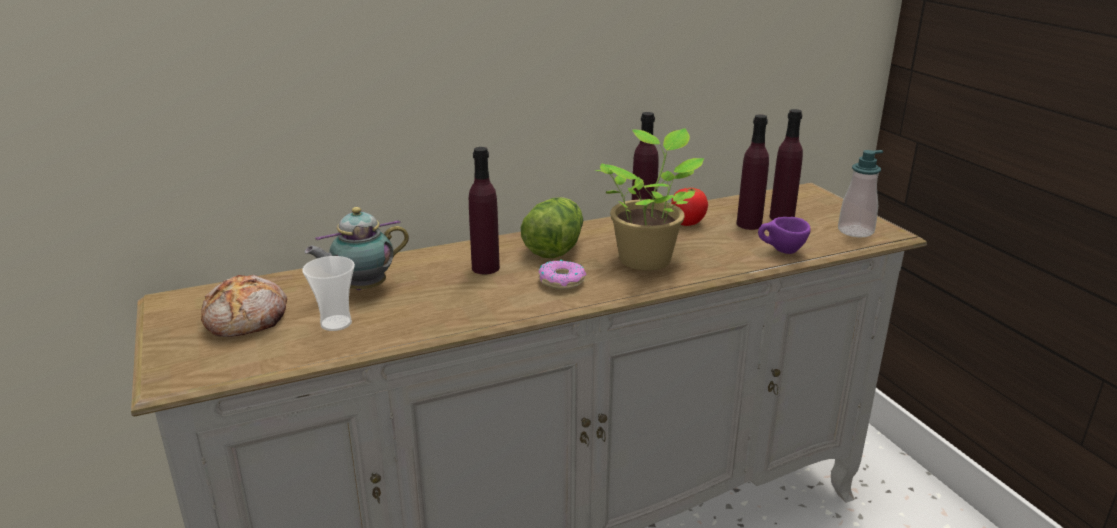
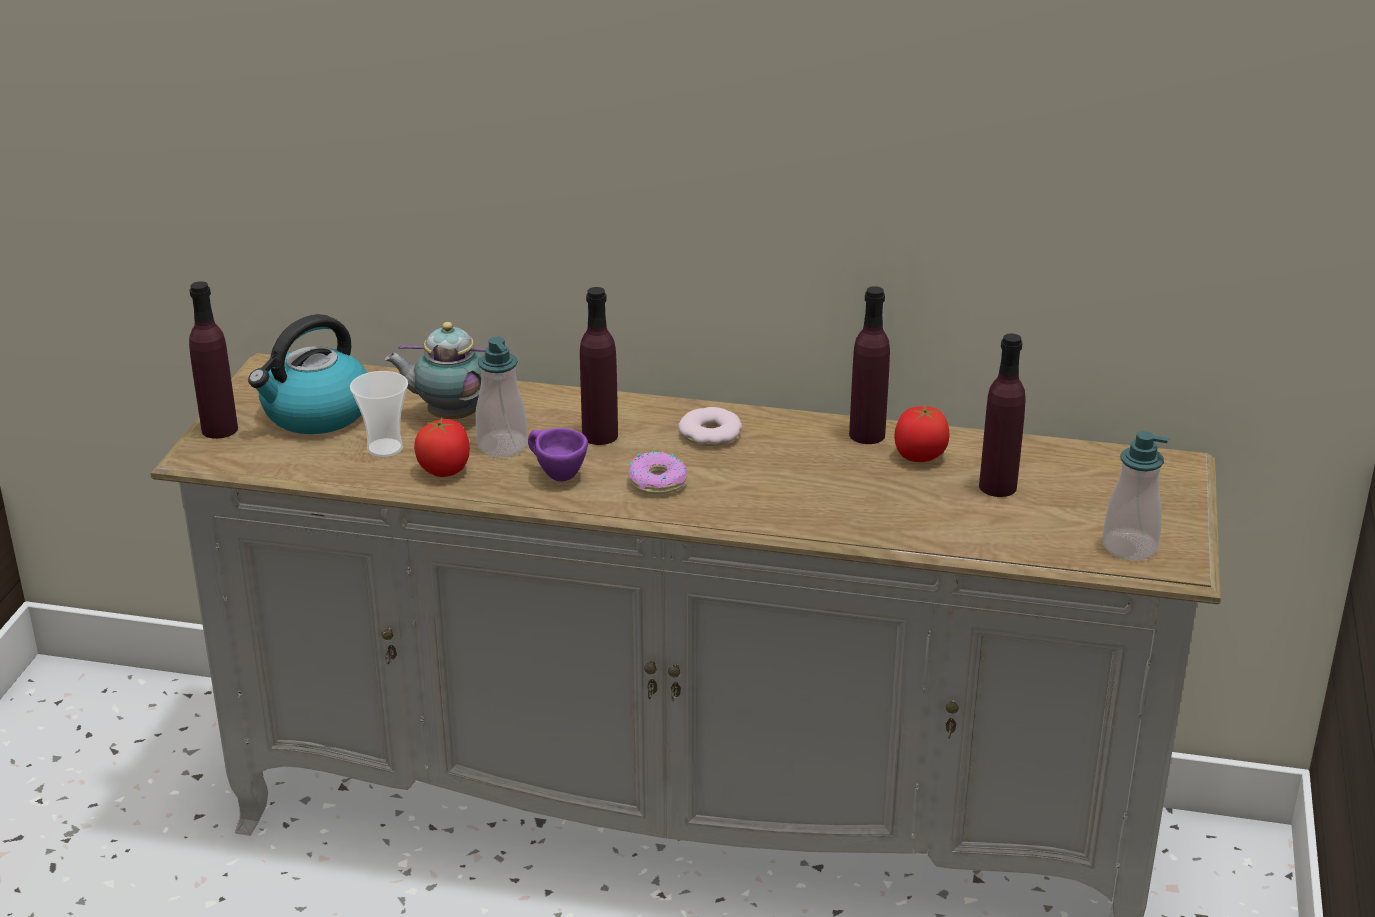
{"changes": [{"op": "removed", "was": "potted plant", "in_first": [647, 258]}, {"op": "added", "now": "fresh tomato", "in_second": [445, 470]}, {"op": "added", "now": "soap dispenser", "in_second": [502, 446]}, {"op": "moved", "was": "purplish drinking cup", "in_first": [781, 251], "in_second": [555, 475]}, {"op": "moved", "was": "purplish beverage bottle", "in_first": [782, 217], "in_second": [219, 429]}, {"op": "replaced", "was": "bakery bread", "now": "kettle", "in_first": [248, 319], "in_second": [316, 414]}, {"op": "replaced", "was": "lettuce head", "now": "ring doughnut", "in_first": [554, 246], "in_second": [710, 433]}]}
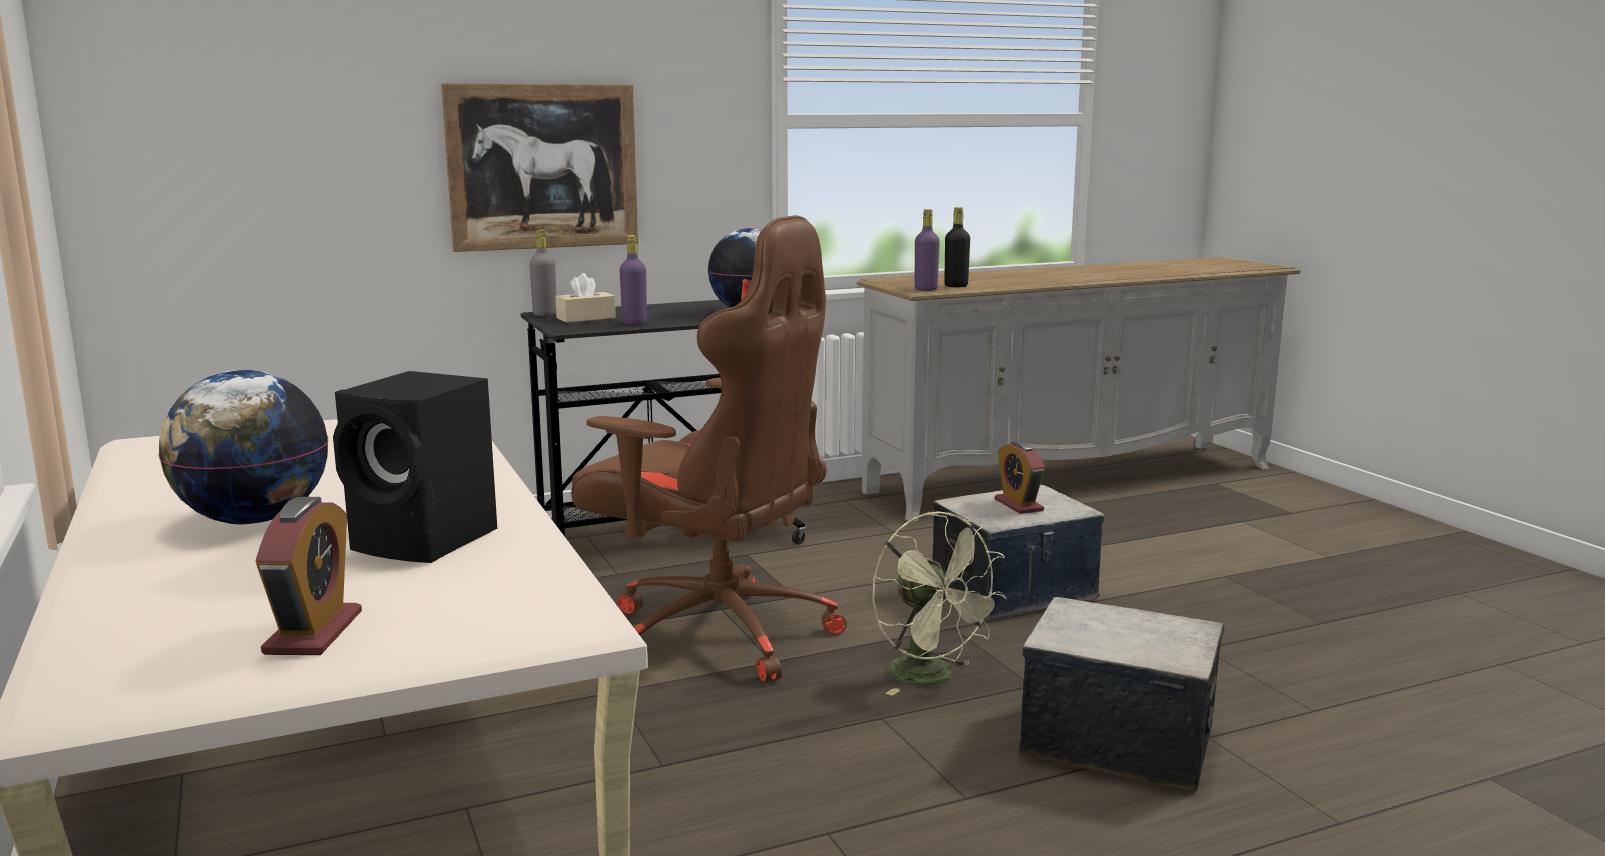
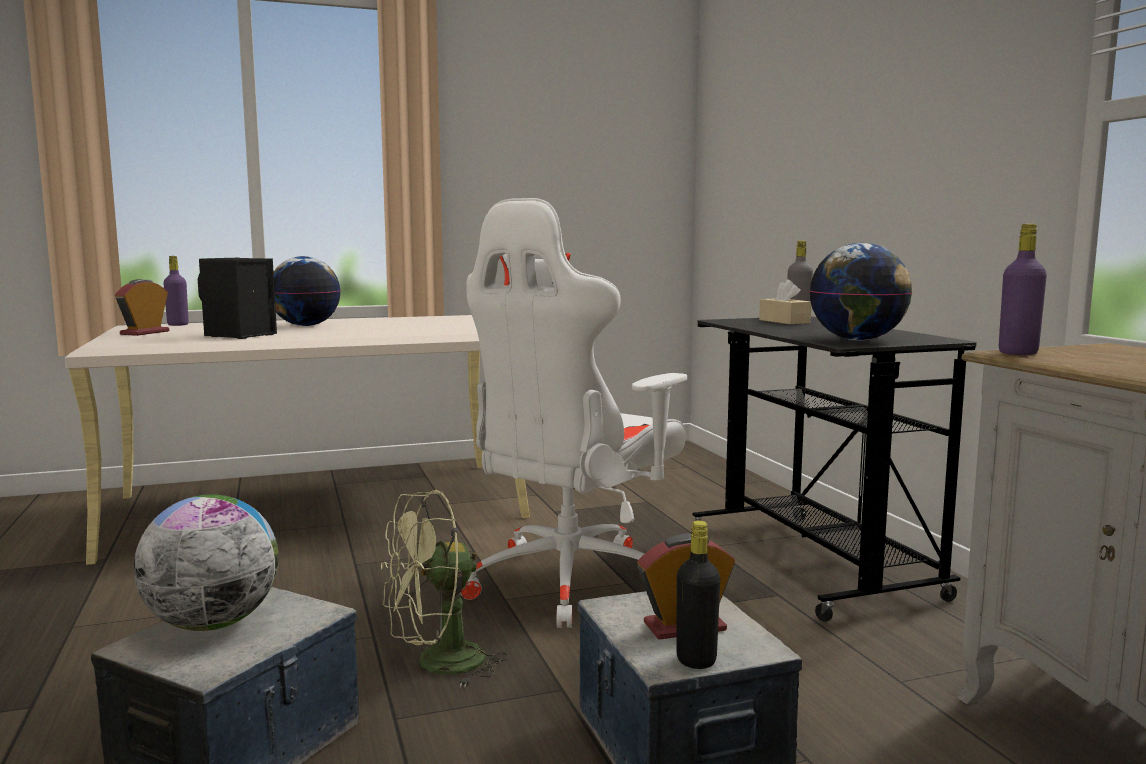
{"changes": [{"op": "removed", "was": "wall art", "in_first": [543, 166]}, {"op": "added", "now": "globe", "in_second": [212, 624]}, {"op": "moved", "was": "purplish beverage bottle", "in_first": [634, 323], "in_second": [178, 325]}, {"op": "moved", "was": "black-coloured beverage bottle", "in_first": [956, 286], "in_second": [696, 660]}, {"op": "recoloured", "was": "brown-coloured office chair", "now": "white office chair", "in_first": [706, 630], "in_second": [578, 577]}, {"op": "turned", "was": "alarm clock", "in_first": [313, 633], "in_second": [145, 333], "clockwise": 105}]}
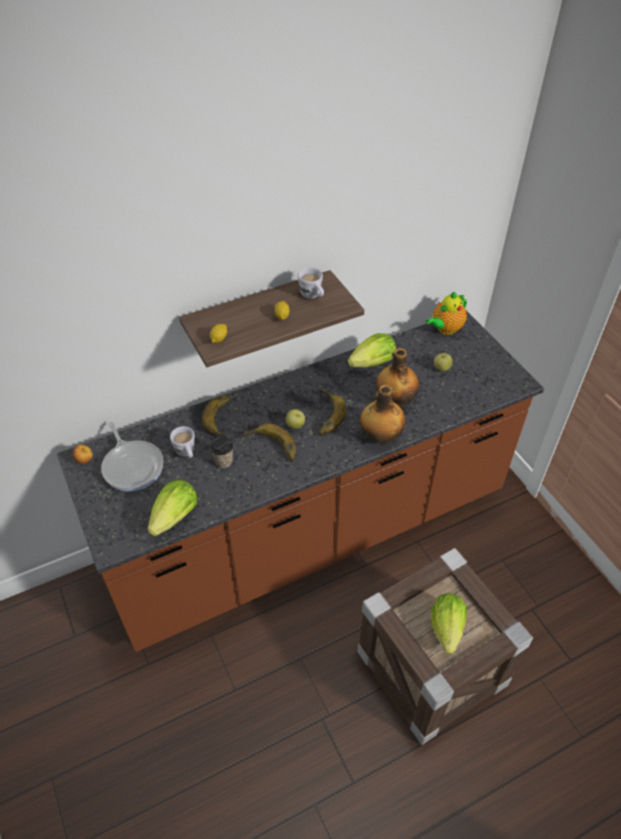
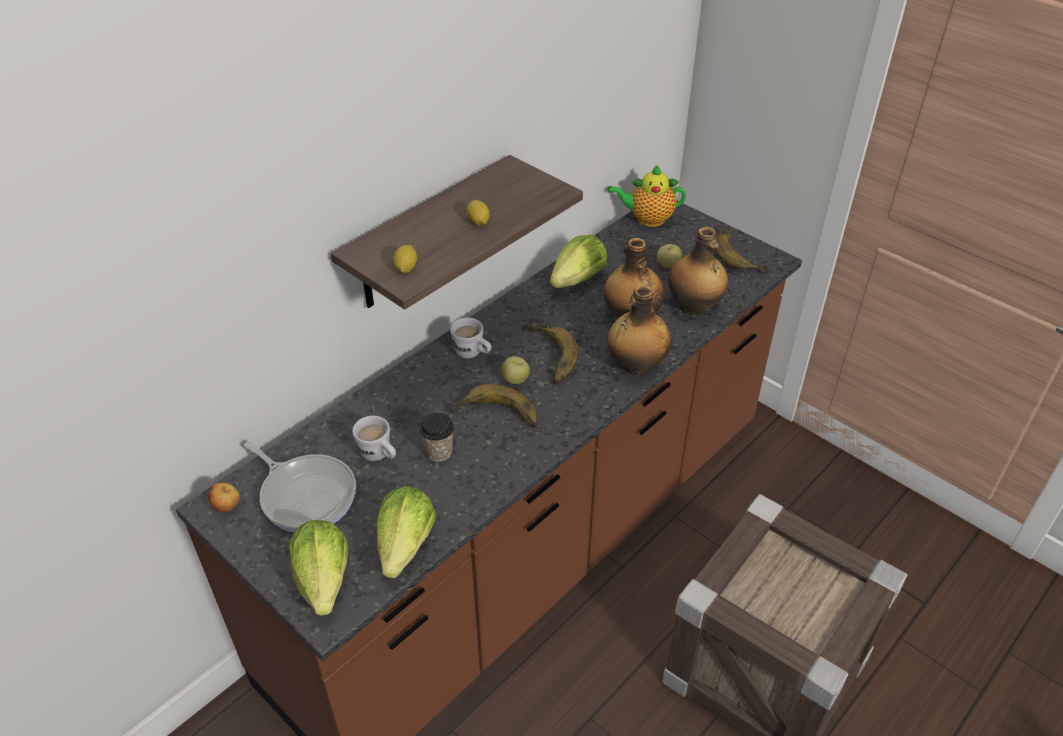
{"changes": [{"op": "added", "now": "beverage bottle", "in_second": [693, 307]}, {"op": "moved", "was": "banana fruit", "in_first": [224, 419], "in_second": [740, 254]}, {"op": "moved", "was": "white mug", "in_first": [312, 296], "in_second": [473, 354]}, {"op": "moved", "was": "lettuce head", "in_first": [447, 628], "in_second": [324, 580]}, {"op": "turned", "was": "tea pot", "in_first": [445, 329], "in_second": [647, 219], "clockwise": 60}]}
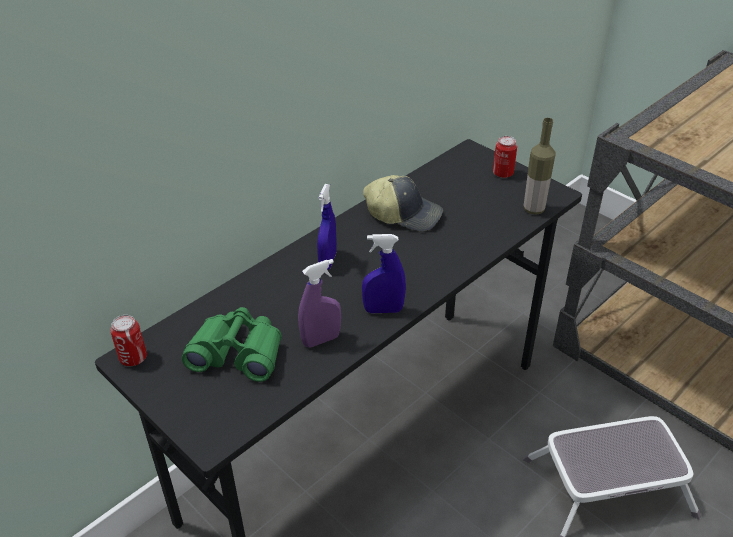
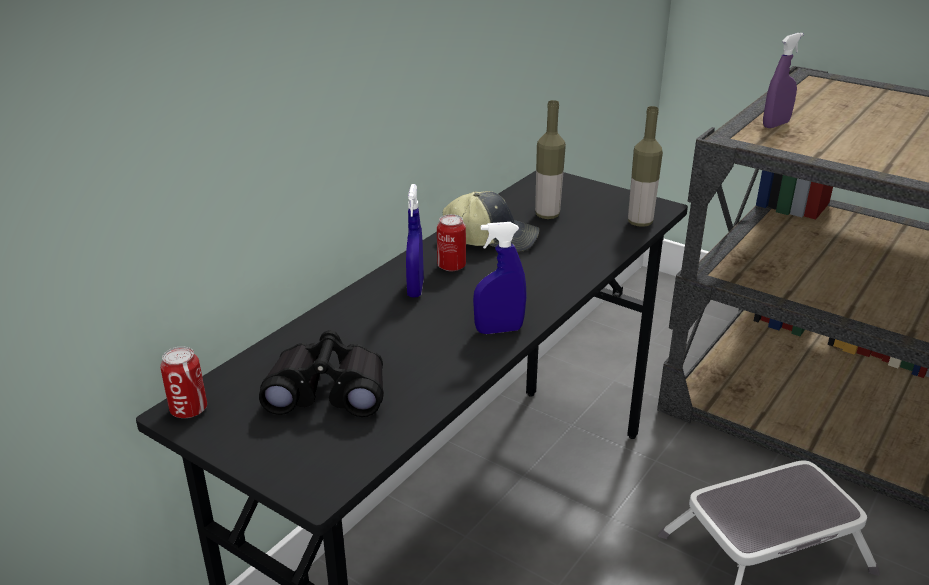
{"changes": [{"op": "added", "now": "beverage bottle", "in_second": [547, 215]}, {"op": "moved", "was": "purplish sprayer", "in_first": [321, 340], "in_second": [775, 124]}, {"op": "moved", "was": "sealed can", "in_first": [503, 173], "in_second": [451, 266]}, {"op": "recoloured", "was": "green-coloured pair of binoculars", "now": "black-coloured pair of binoculars", "in_first": [238, 353], "in_second": [328, 391]}]}
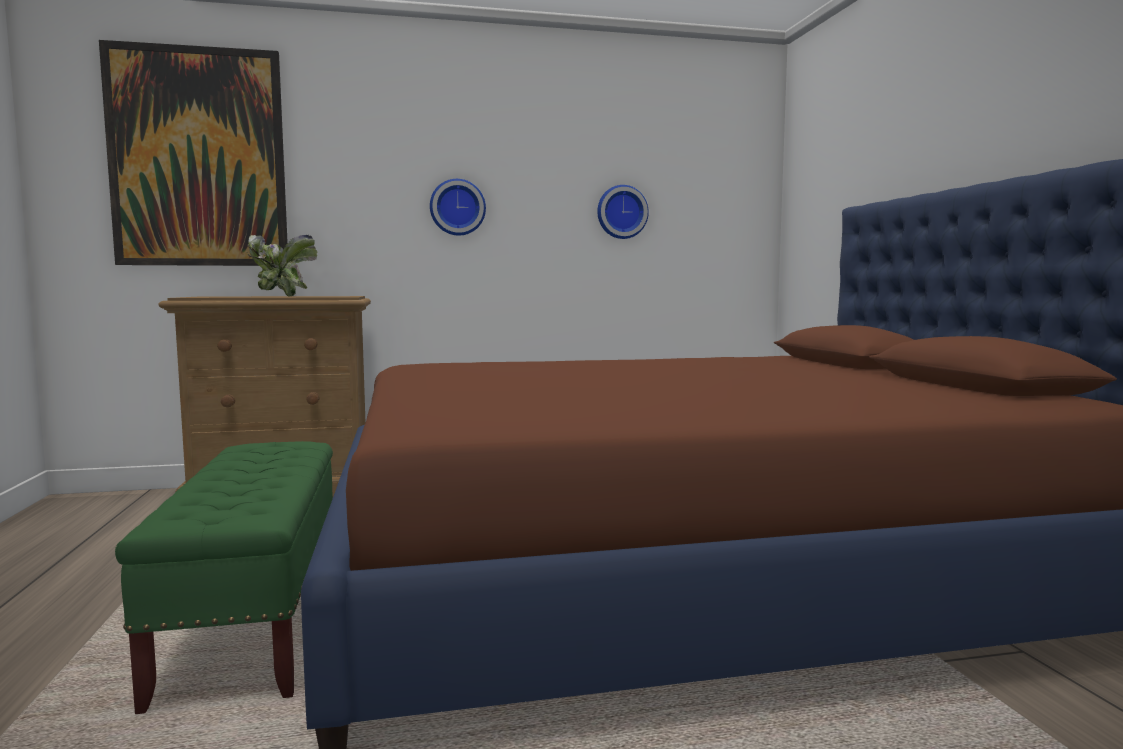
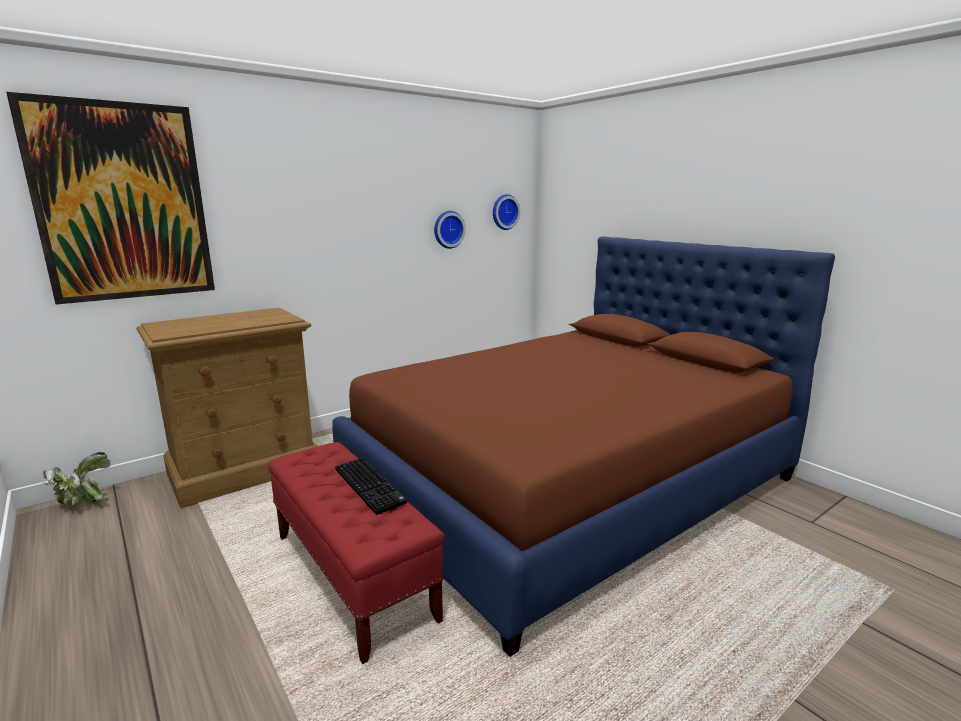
{"changes": [{"op": "added", "now": "PC keyboard", "in_second": [371, 486]}, {"op": "moved", "was": "potted plant", "in_first": [280, 296], "in_second": [81, 505]}, {"op": "moved", "was": "wall clock", "in_first": [457, 207], "in_second": [504, 212]}, {"op": "recoloured", "was": "green-coloured indoor bench", "now": "red indoor bench", "in_first": [256, 619], "in_second": [353, 576]}]}
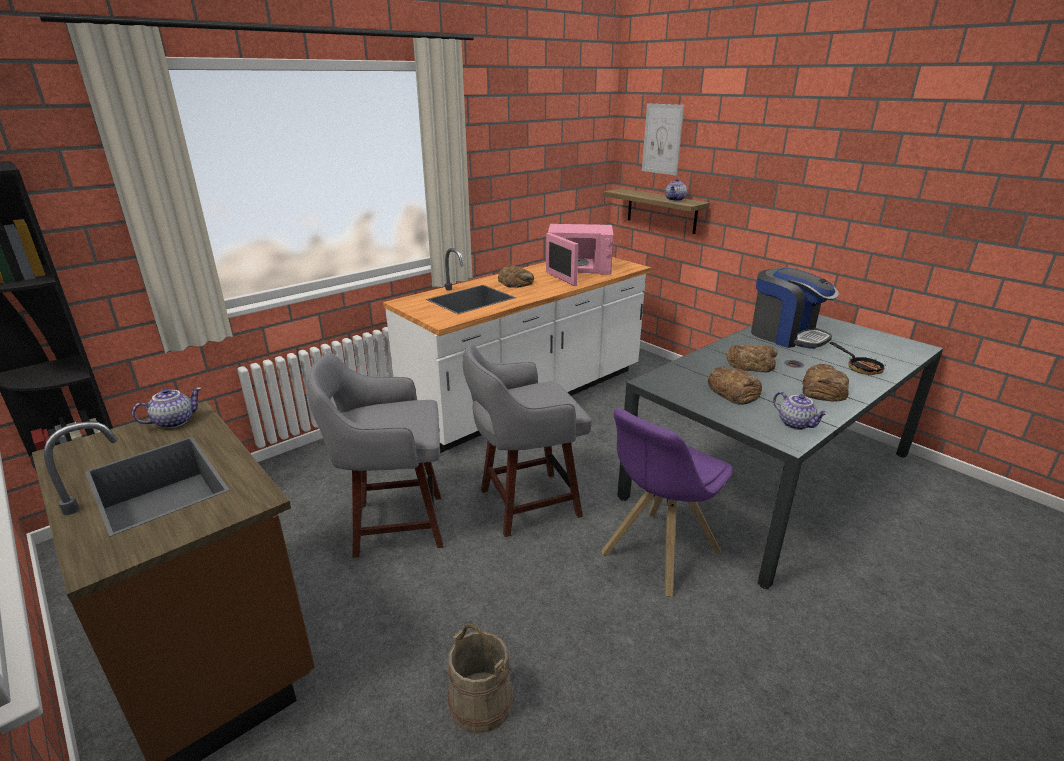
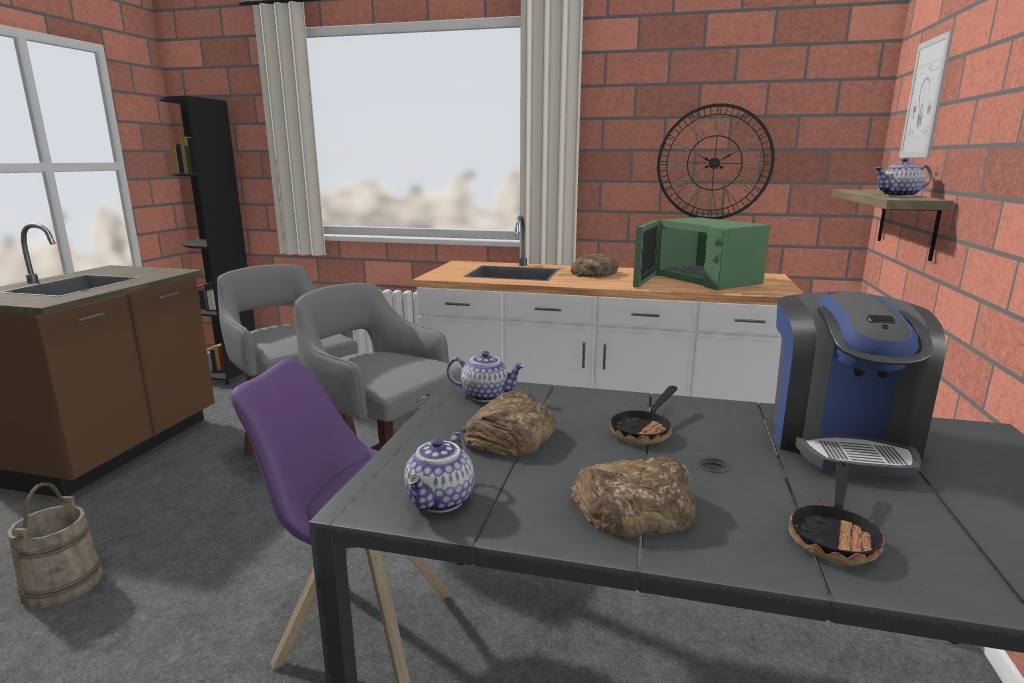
{"changes": [{"op": "added", "now": "wall clock", "in_second": [714, 163]}, {"op": "moved", "was": "tea pot", "in_first": [174, 421], "in_second": [486, 395]}, {"op": "replaced", "was": "bakery bread", "now": "frying pan", "in_first": [751, 363], "in_second": [644, 431]}, {"op": "recoloured", "was": "pinkish microwave oven", "now": "green-coloured microwave oven", "in_first": [577, 269], "in_second": [699, 280]}]}
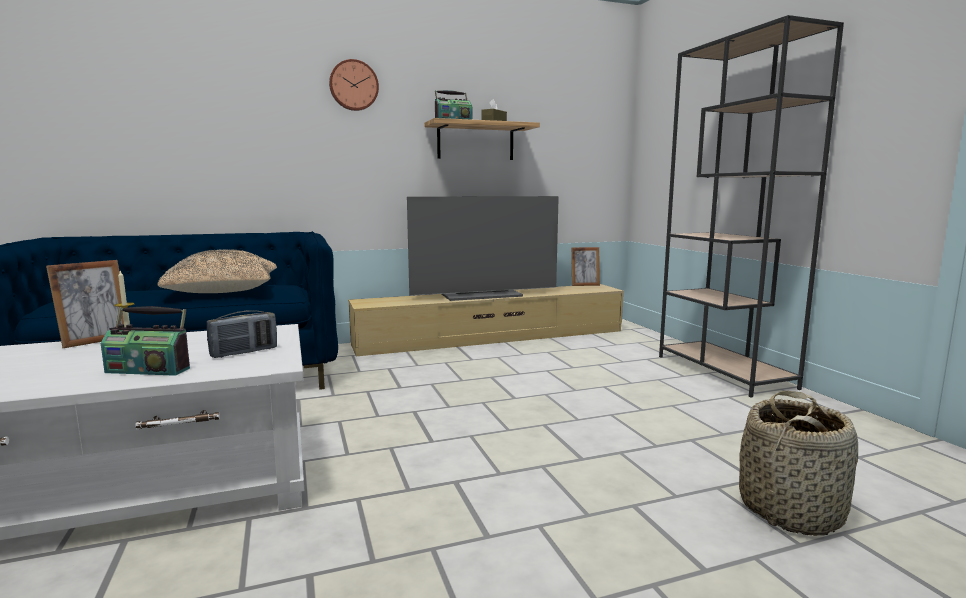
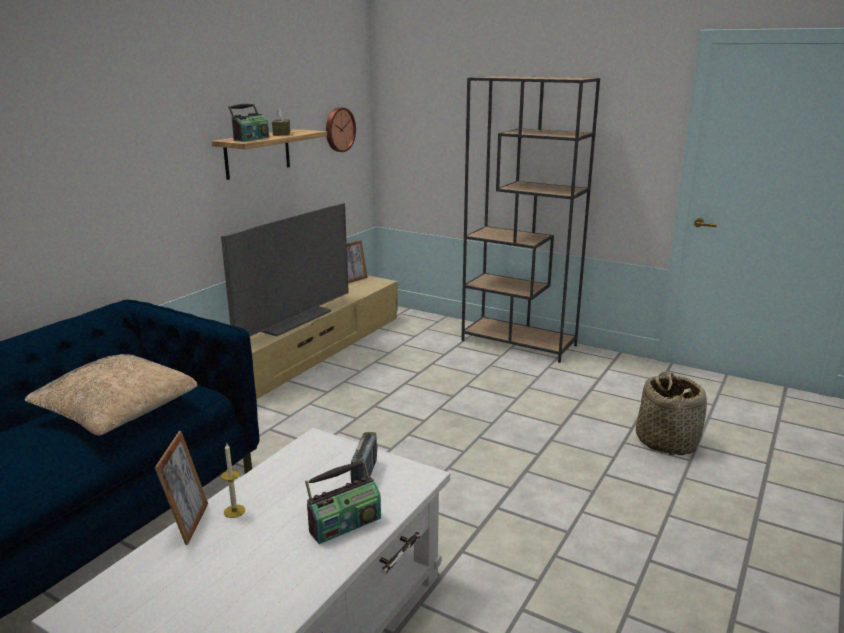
{"changes": [{"op": "moved", "was": "wall clock", "in_first": [353, 85], "in_second": [339, 129]}]}
